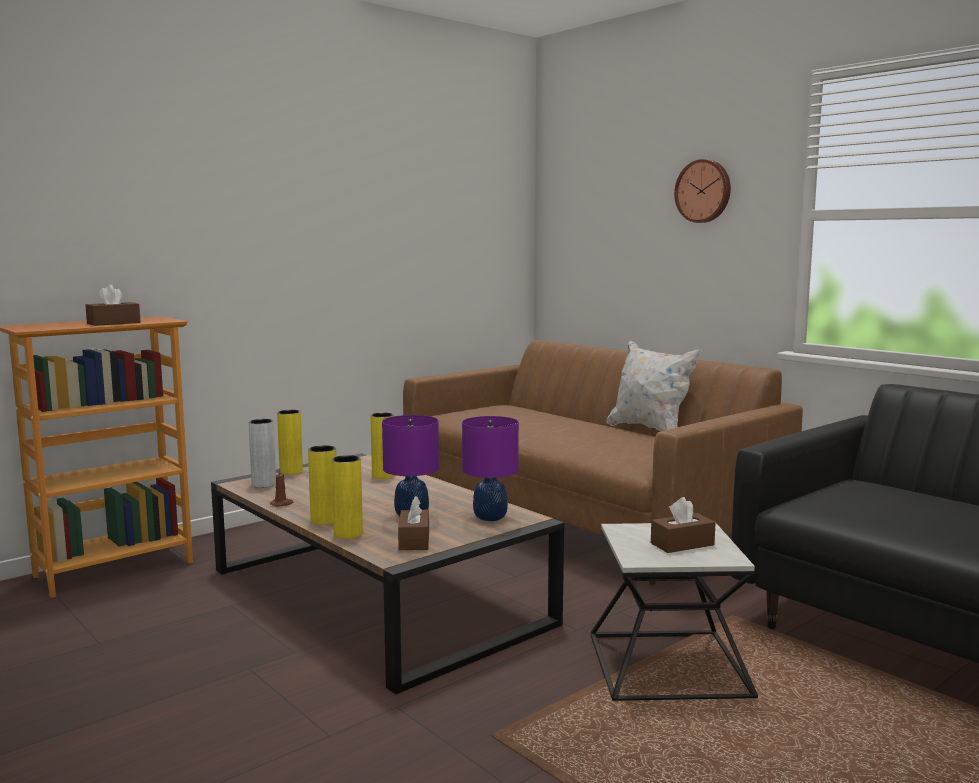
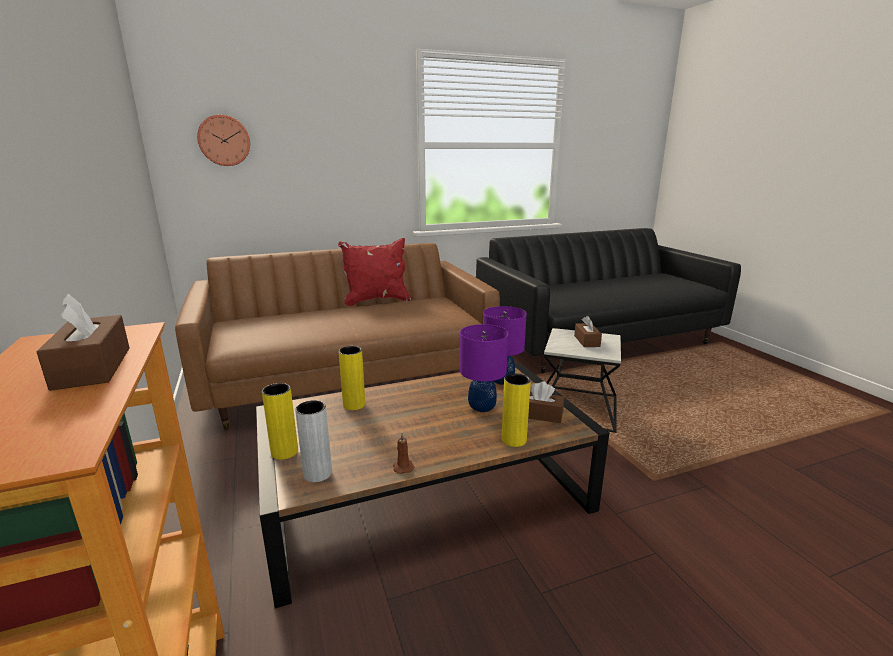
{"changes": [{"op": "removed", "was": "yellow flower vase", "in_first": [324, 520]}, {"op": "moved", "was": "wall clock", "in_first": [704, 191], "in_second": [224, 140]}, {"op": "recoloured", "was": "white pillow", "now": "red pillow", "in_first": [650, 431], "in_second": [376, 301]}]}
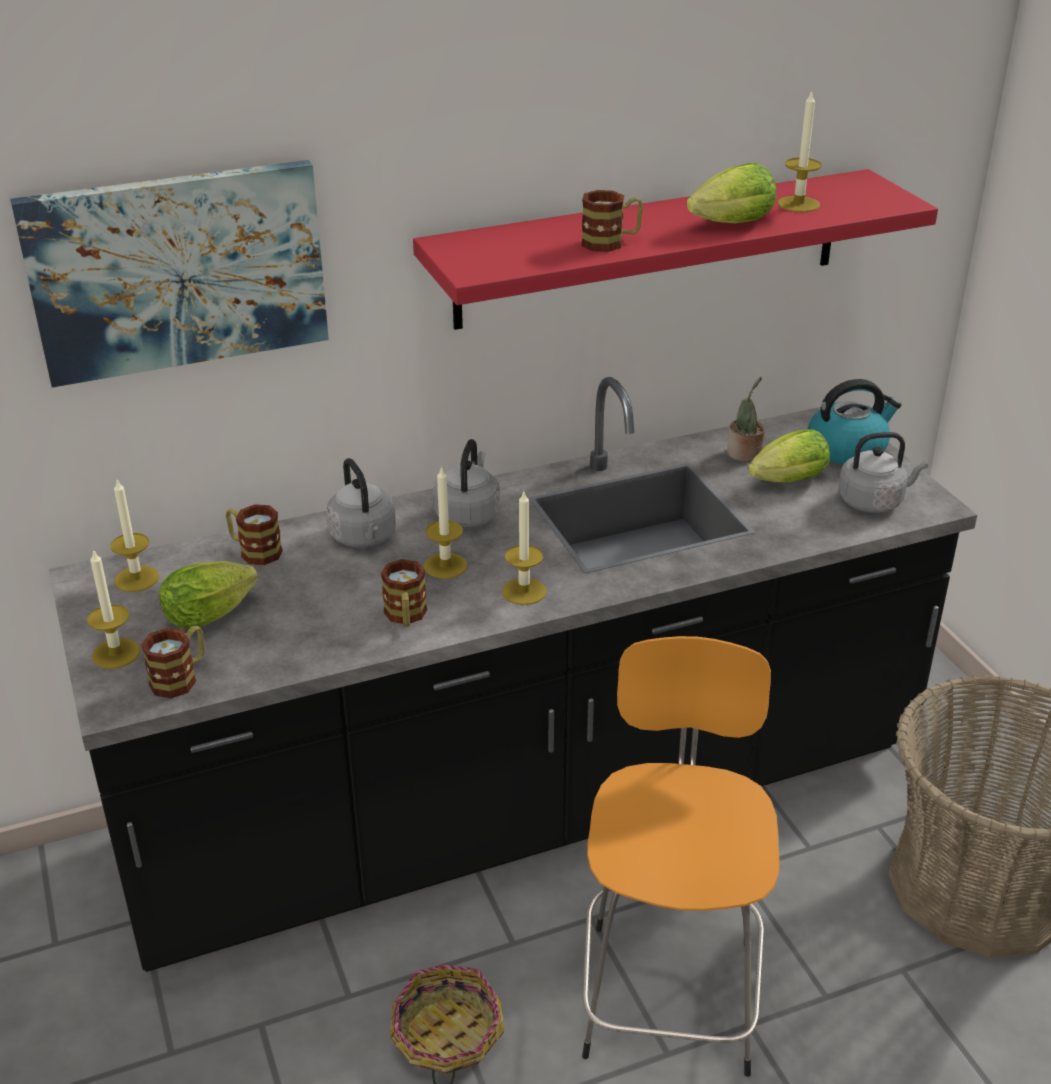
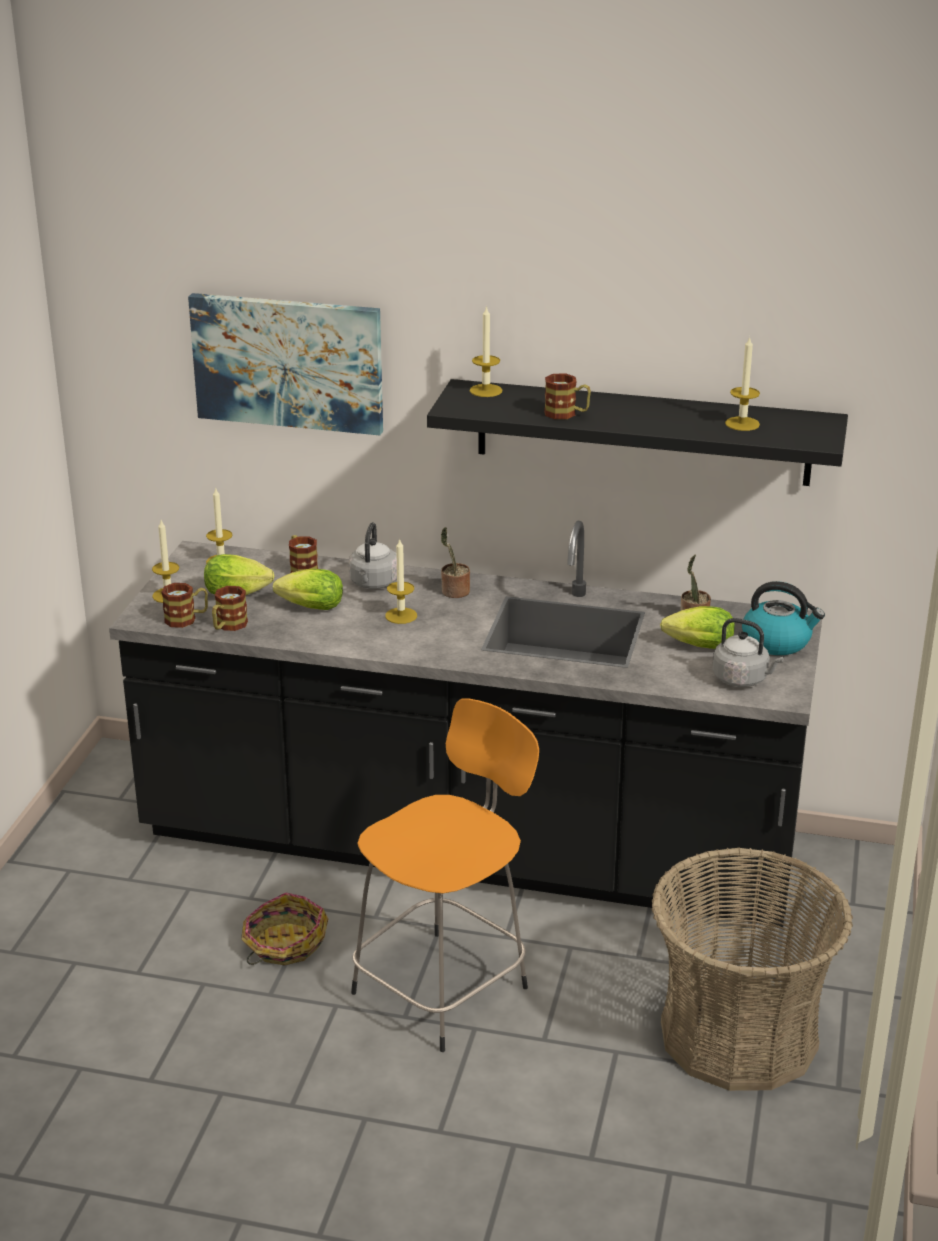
{"changes": [{"op": "moved", "was": "mug", "in_first": [406, 617], "in_second": [228, 626]}, {"op": "moved", "was": "wax candle", "in_first": [524, 591], "in_second": [486, 390]}, {"op": "moved", "was": "lettuce head", "in_first": [728, 225], "in_second": [308, 607]}, {"op": "replaced", "was": "greyish kettle", "now": "potted plant", "in_first": [468, 513], "in_second": [454, 592]}, {"op": "recoloured", "was": "red shelf", "now": "black-coloured shelf", "in_first": [650, 248], "in_second": [643, 432]}]}
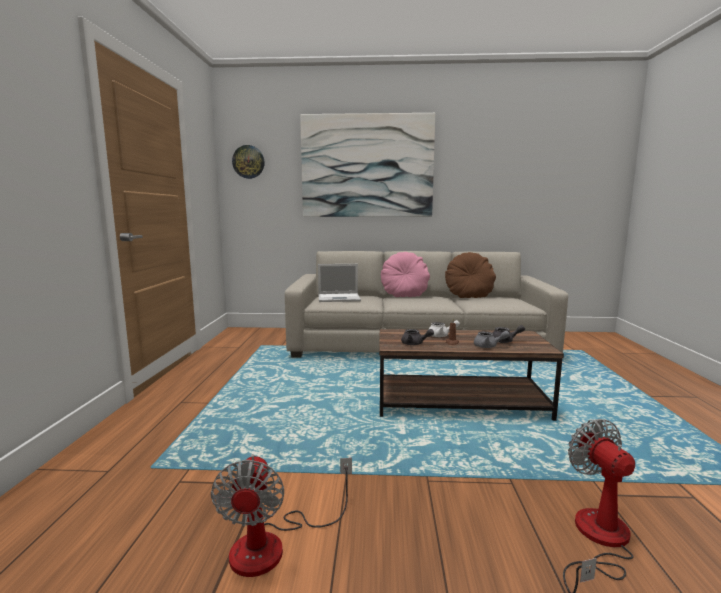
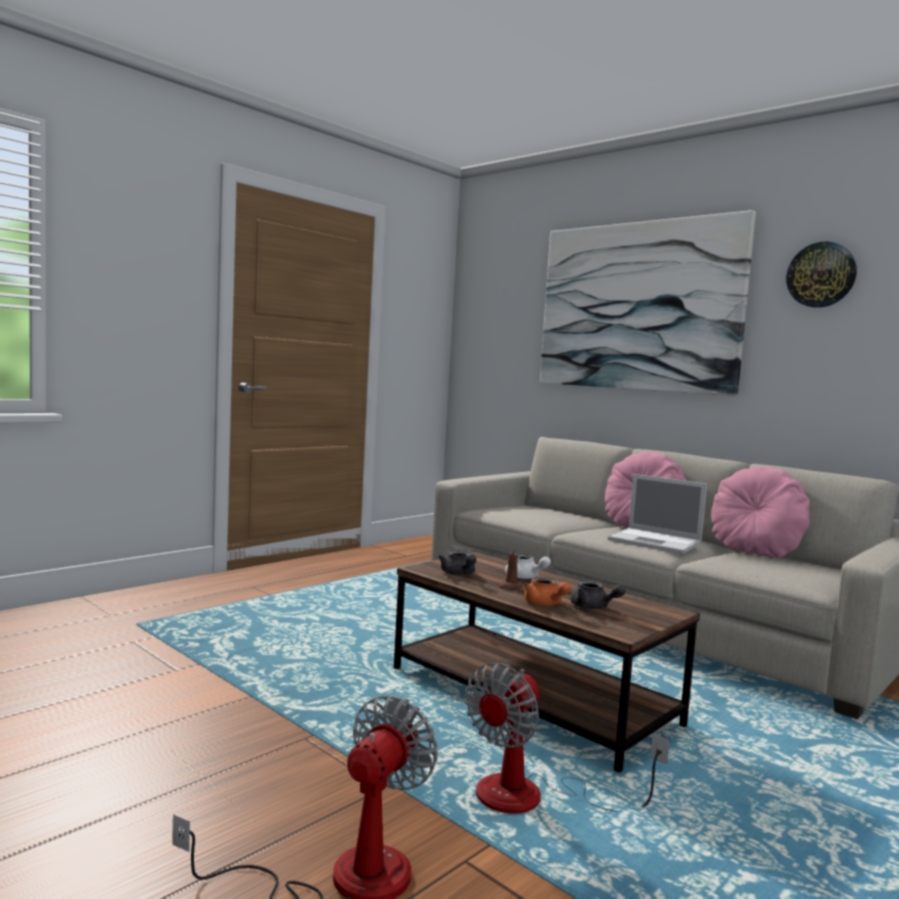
{"changes": [{"op": "moved", "was": "electric fan", "in_first": [274, 544], "in_second": [533, 798]}, {"op": "moved", "was": "wall clock", "in_first": [248, 162], "in_second": [821, 275]}, {"op": "moved", "was": "portable computer", "in_first": [340, 298], "in_second": [656, 542]}, {"op": "recoloured", "was": "brown-coloured pillow", "now": "pinkish pillow", "in_first": [469, 297], "in_second": [755, 553]}, {"op": "recoloured", "was": "greyish tea pot", "now": "orange-coloured tea pot", "in_first": [488, 346], "in_second": [545, 604]}]}
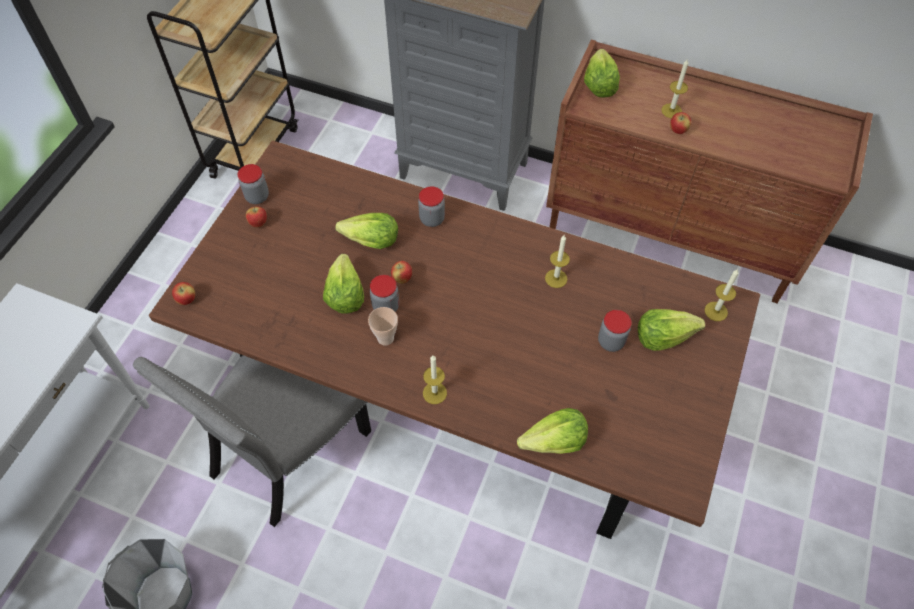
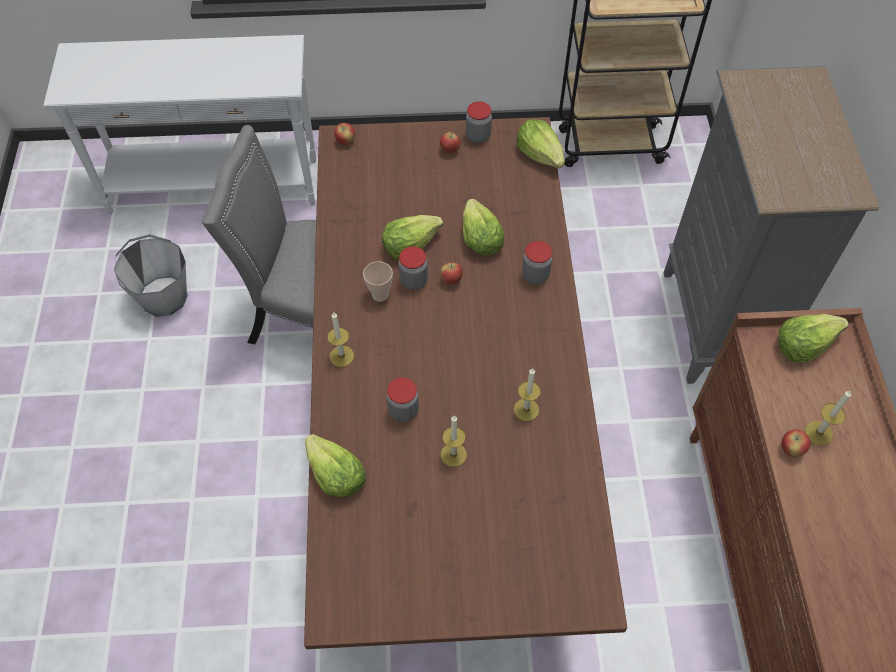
{"changes": [{"op": "moved", "was": "preserve jar", "in_first": [611, 341], "in_second": [403, 411]}, {"op": "moved", "was": "lettuce head", "in_first": [663, 336], "in_second": [540, 155]}, {"op": "moved", "was": "wax candle", "in_first": [716, 311], "in_second": [453, 454]}]}
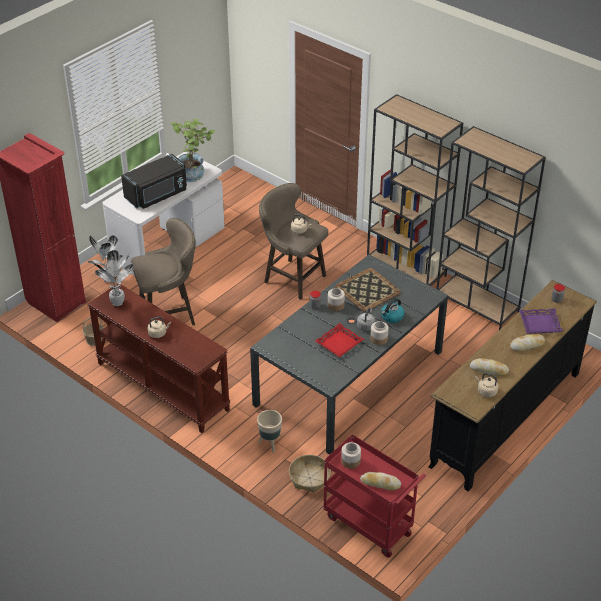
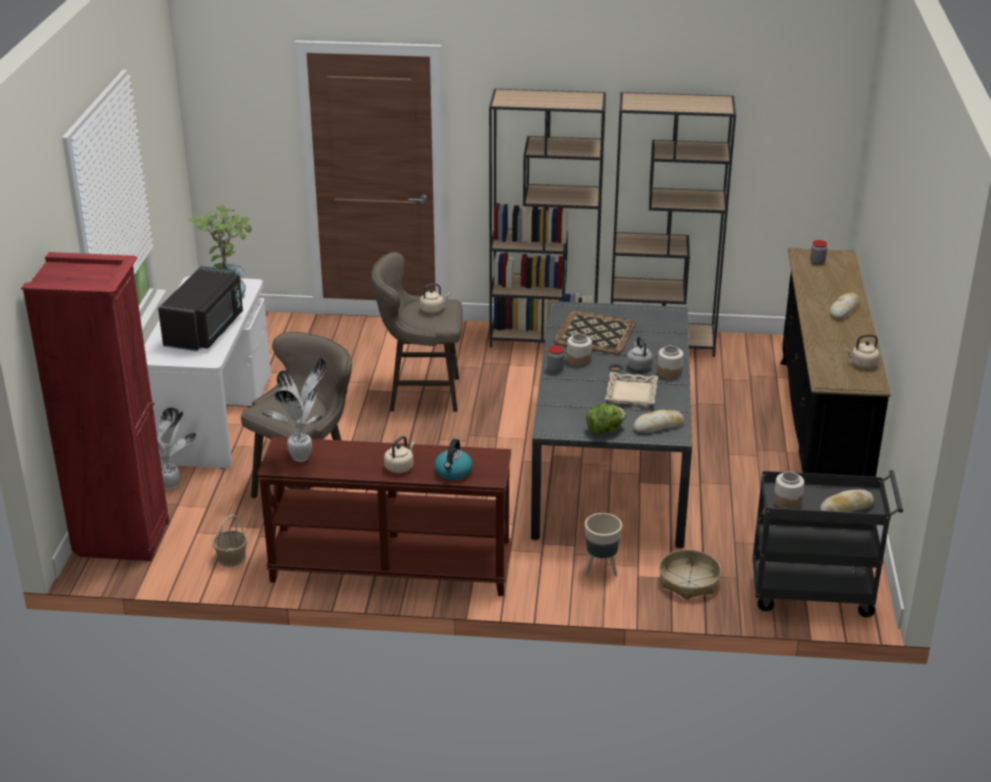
{"changes": [{"op": "removed", "was": "purplish tray", "in_first": [540, 323]}, {"op": "added", "now": "lettuce head", "in_second": [604, 430]}, {"op": "moved", "was": "kettle", "in_first": [392, 317], "in_second": [453, 472]}, {"op": "moved", "was": "bakery bread", "in_first": [488, 370], "in_second": [658, 426]}, {"op": "recoloured", "was": "red tray", "now": "beige tray", "in_first": [339, 343], "in_second": [631, 393]}, {"op": "recoloured", "was": "red cart", "now": "greyish cart", "in_first": [370, 527], "in_second": [815, 597]}]}
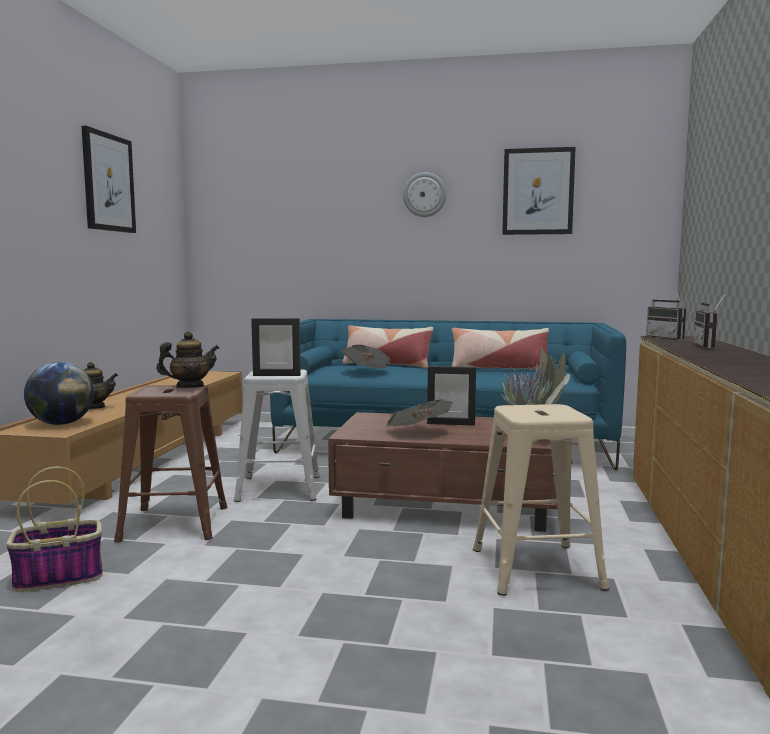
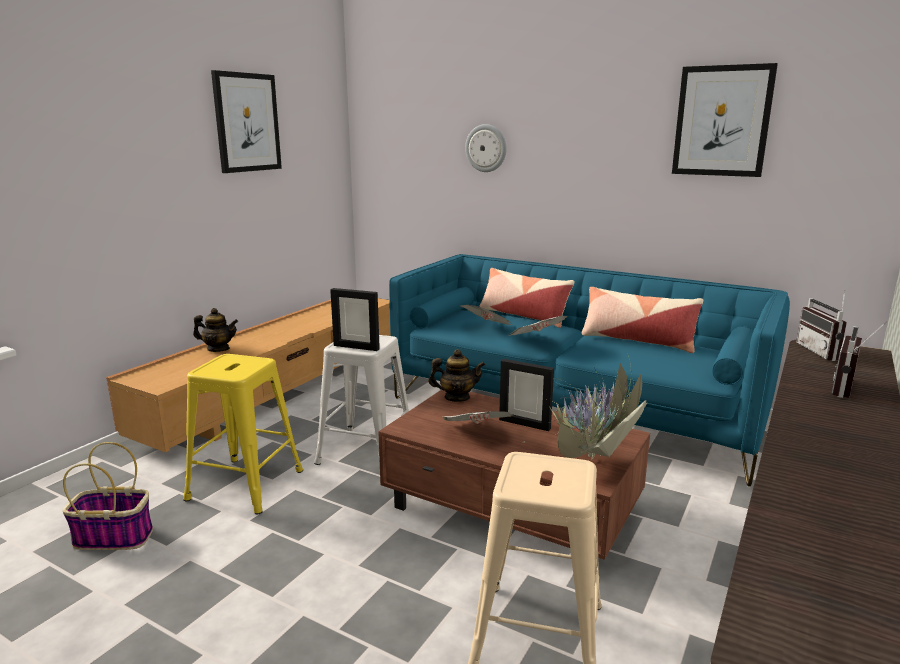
{"changes": [{"op": "removed", "was": "globe", "in_first": [61, 424]}, {"op": "added", "now": "newspaper", "in_second": [536, 341]}, {"op": "moved", "was": "tea pot", "in_first": [189, 387], "in_second": [456, 397]}, {"op": "moved", "was": "wall clock", "in_first": [424, 195], "in_second": [486, 148]}, {"op": "recoloured", "was": "brown-coloured stool seat", "now": "yellow stool seat", "in_first": [174, 523], "in_second": [245, 485]}]}
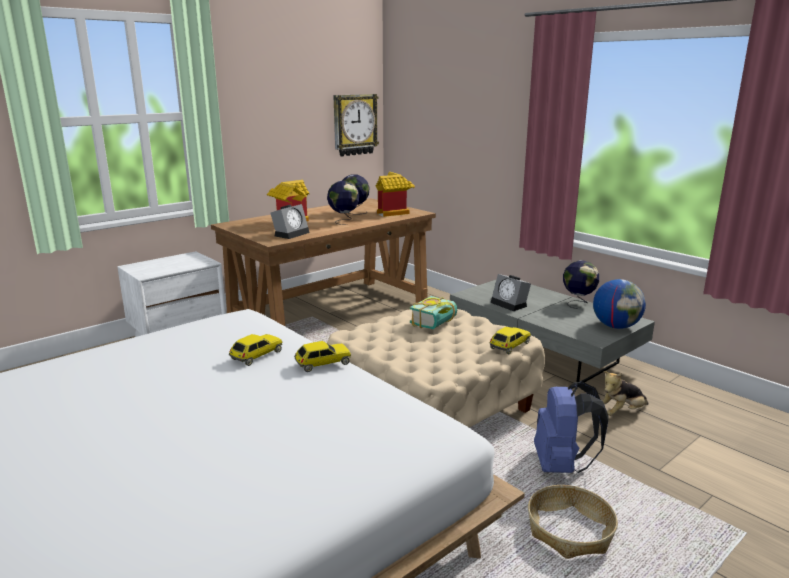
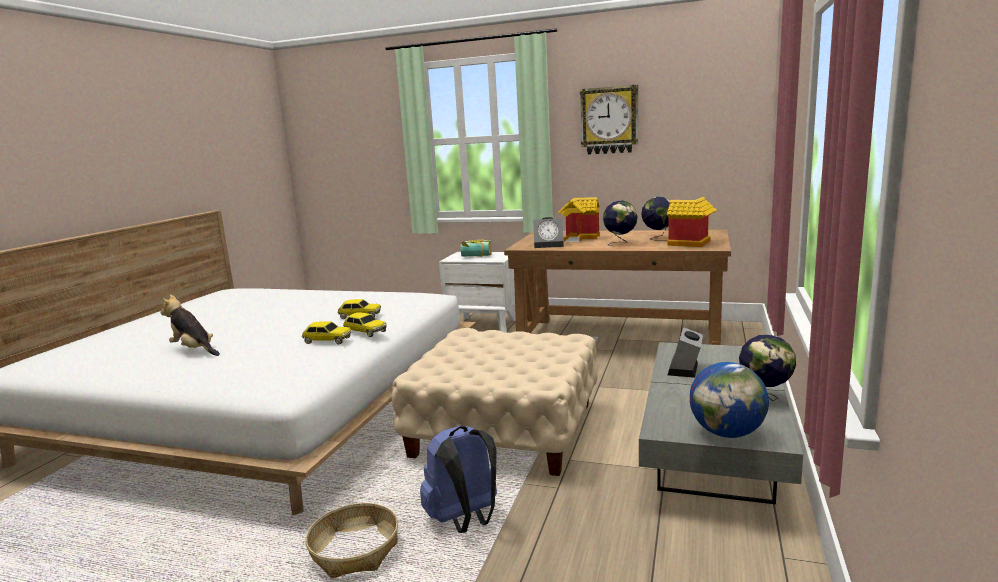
{"changes": [{"op": "moved", "was": "wall clock", "in_first": [354, 124], "in_second": [609, 120]}, {"op": "moved", "was": "bound book", "in_first": [437, 324], "in_second": [476, 256]}, {"op": "moved", "was": "miniature car", "in_first": [509, 346], "in_second": [327, 340]}, {"op": "moved", "was": "cuddly toy", "in_first": [621, 412], "in_second": [194, 350]}]}
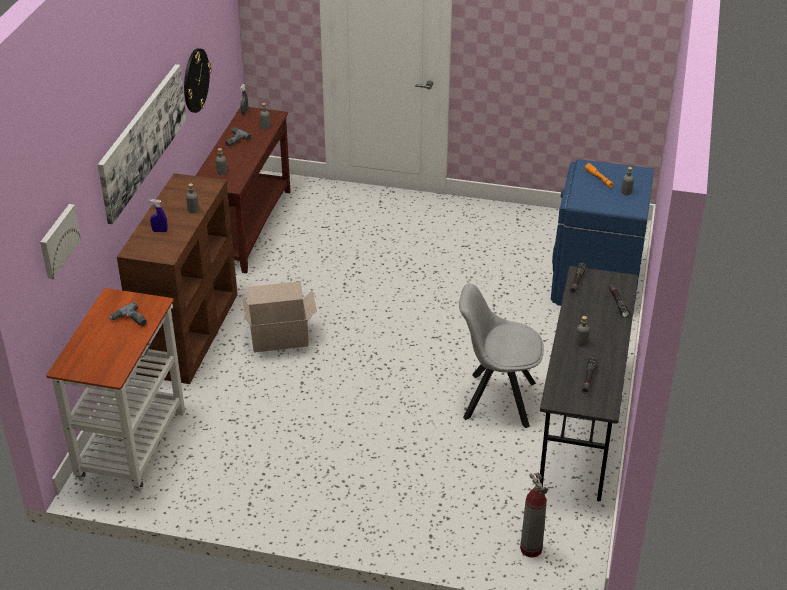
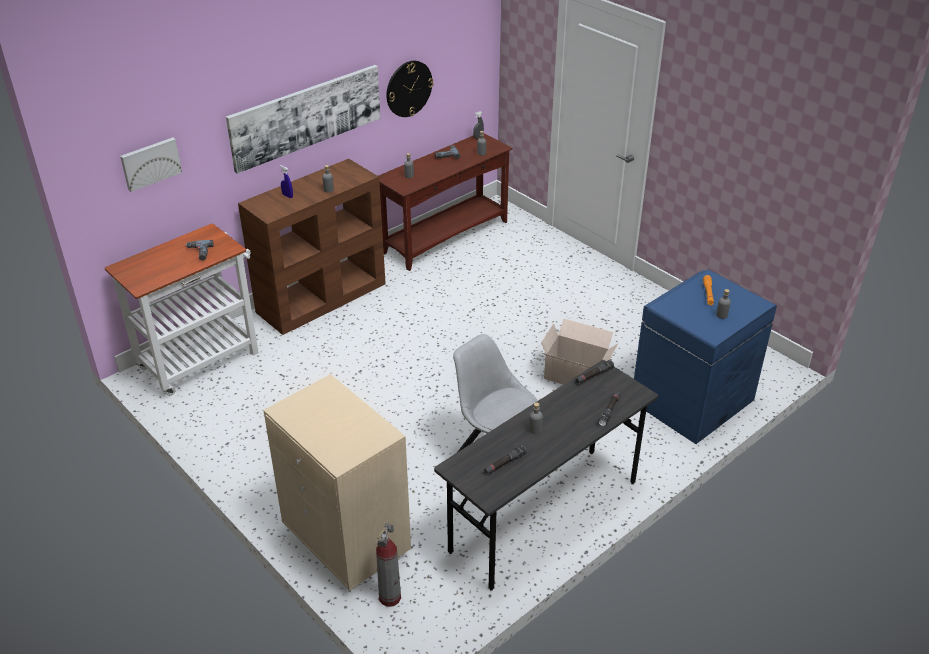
{"changes": [{"op": "added", "now": "beige cabinet", "in_second": [345, 542]}, {"op": "moved", "was": "packing box", "in_first": [281, 337], "in_second": [576, 376]}]}
